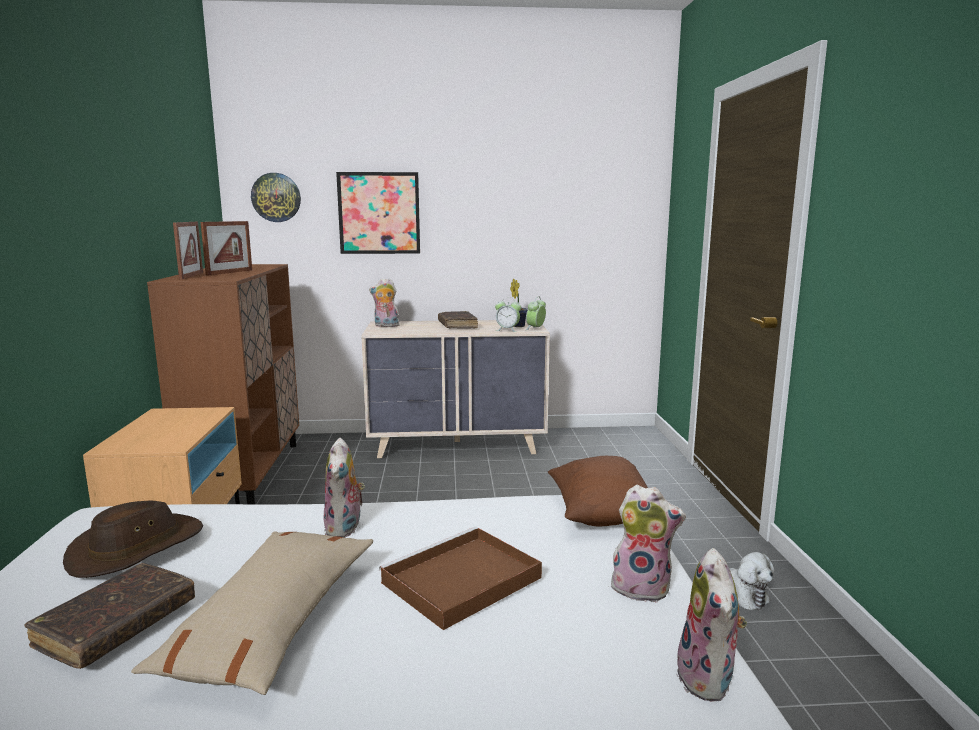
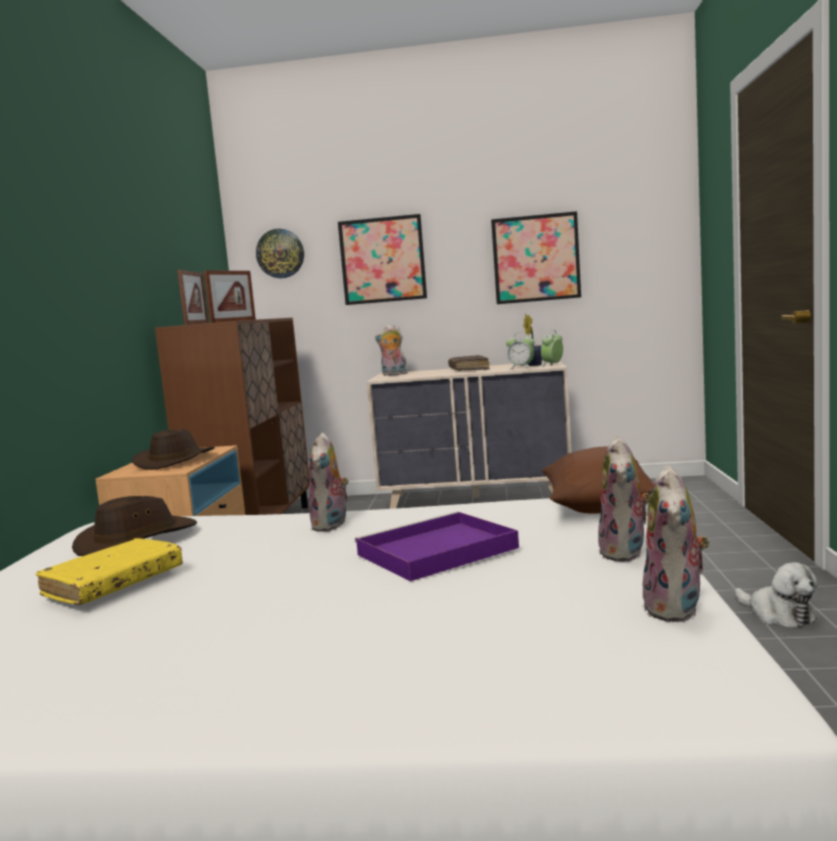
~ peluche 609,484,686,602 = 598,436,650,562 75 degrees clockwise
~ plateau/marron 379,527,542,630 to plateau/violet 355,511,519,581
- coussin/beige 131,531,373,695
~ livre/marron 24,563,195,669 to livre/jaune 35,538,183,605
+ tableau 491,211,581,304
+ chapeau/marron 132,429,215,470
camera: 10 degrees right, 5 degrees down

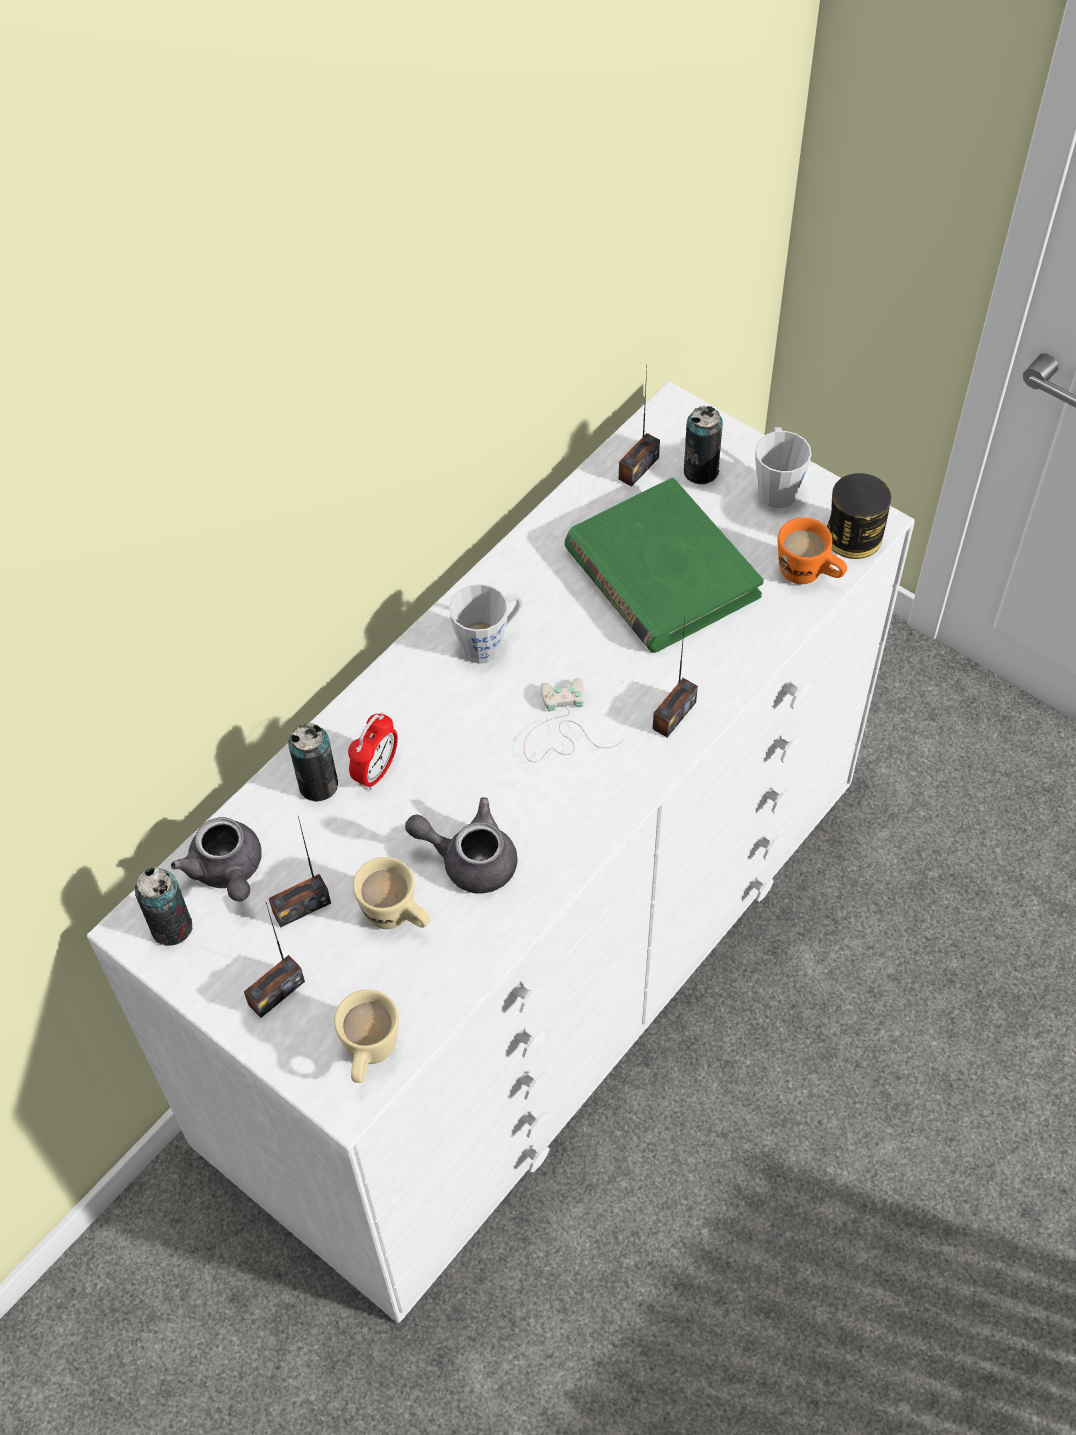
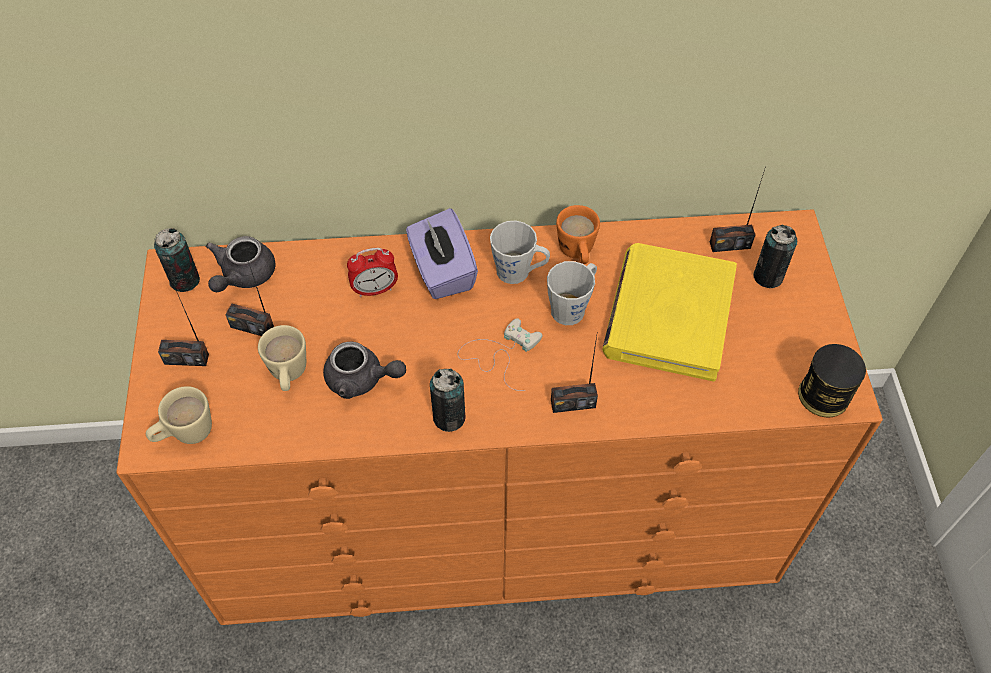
~ commode/blanc 87,381,915,1323 to commode/orange 116,209,883,625
~ mug/gris 755,427,812,508 to 547,261,597,325
~ livre/vert 565,478,764,653 to livre/jaune 602,243,737,381
~ mug/orange 778,517,847,584 to 556,205,600,264
~ boîte métallique 288,723,338,802 to 430,368,465,432
~ théière/gris 405,797,517,894 = 323,341,406,399 135 degrees clockwise
+ boîte à mouchoirs/violet 406,208,478,299
camera: 45 degrees right, 0 degrees up

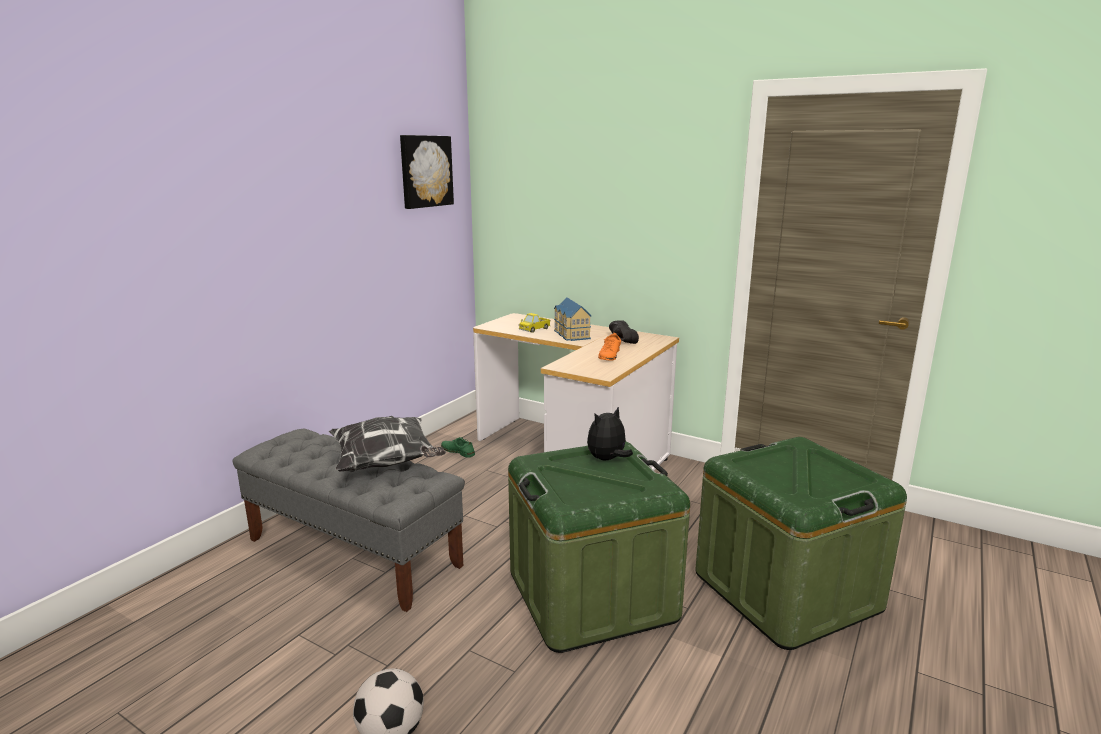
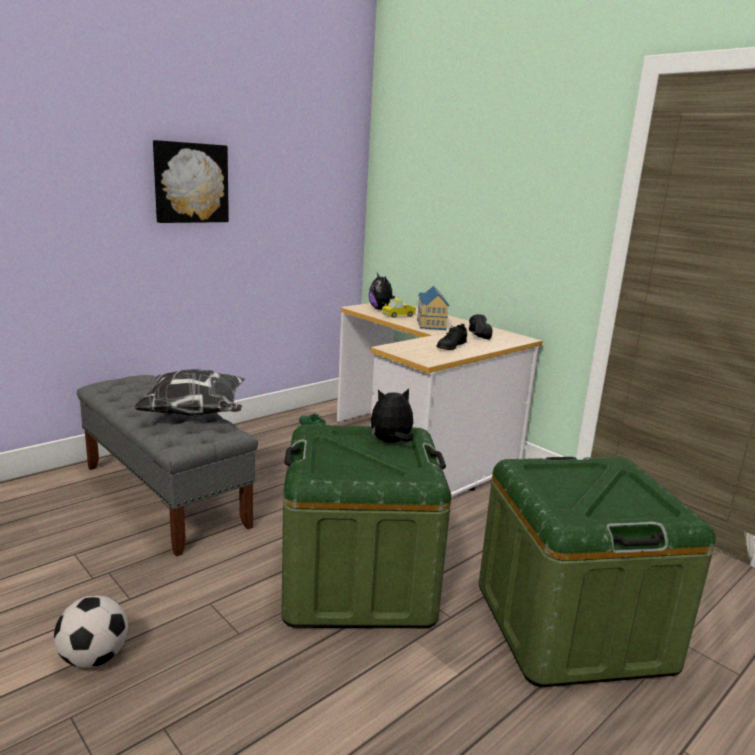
~ tableau 400,135,454,209 to 153,140,229,223
~ chaussure/orange 598,333,621,361 to chaussure/noir 436,324,467,350
+ peluche 369,273,395,310
camera: 15 degrees right, 0 degrees up

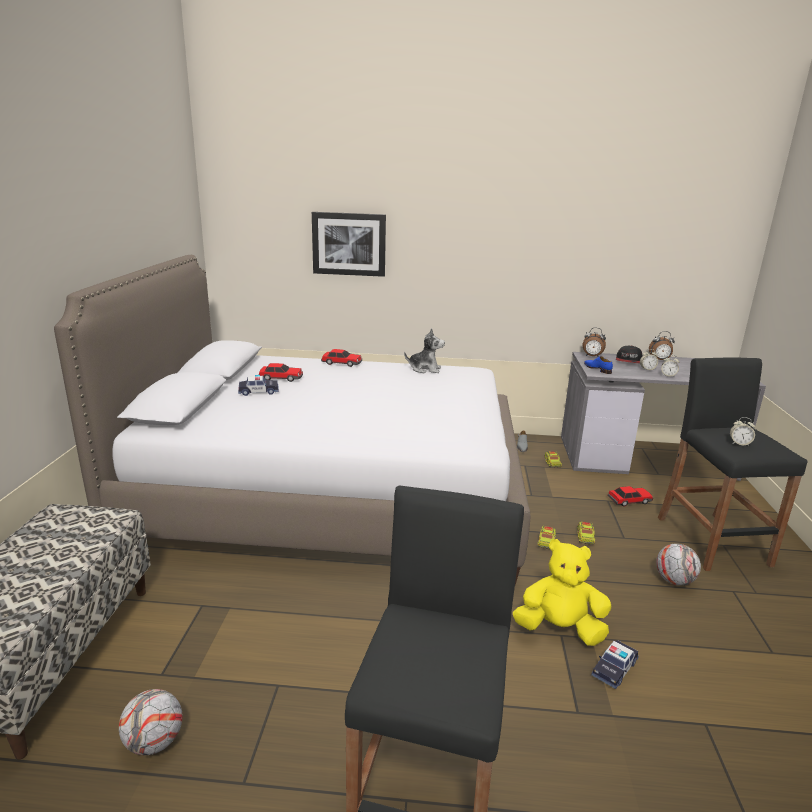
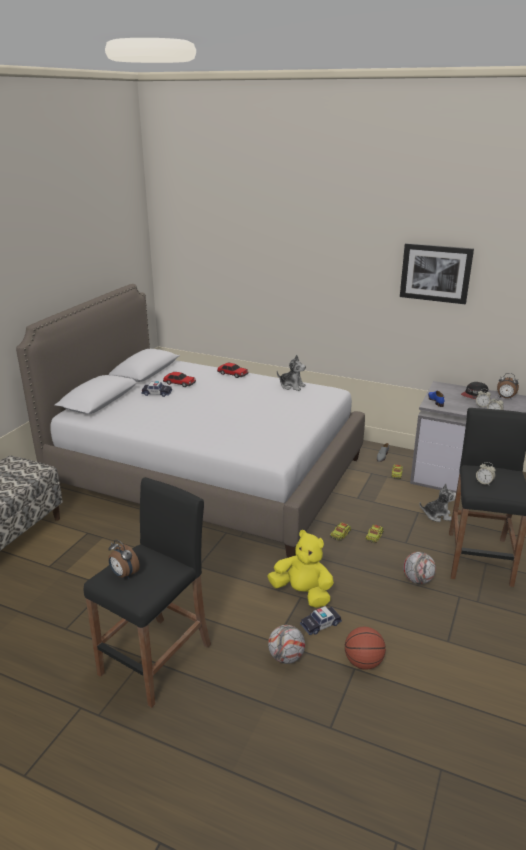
~ tableau 312,212,386,277 to 400,243,474,304
~ réveil 583,328,606,357 to 108,540,140,579
~ petite voiture 608,486,653,506 to peluche 420,483,456,522
~ ballon de foot 119,689,182,755 to 268,625,305,664
+ ballon de basket 345,627,386,670
camera: 20 degrees right, 5 degrees up

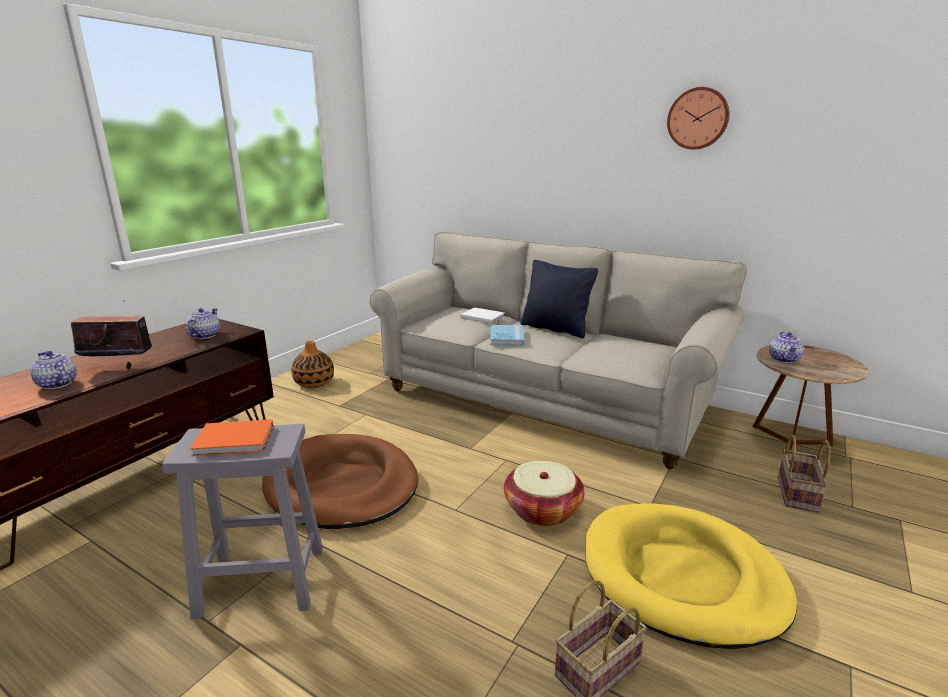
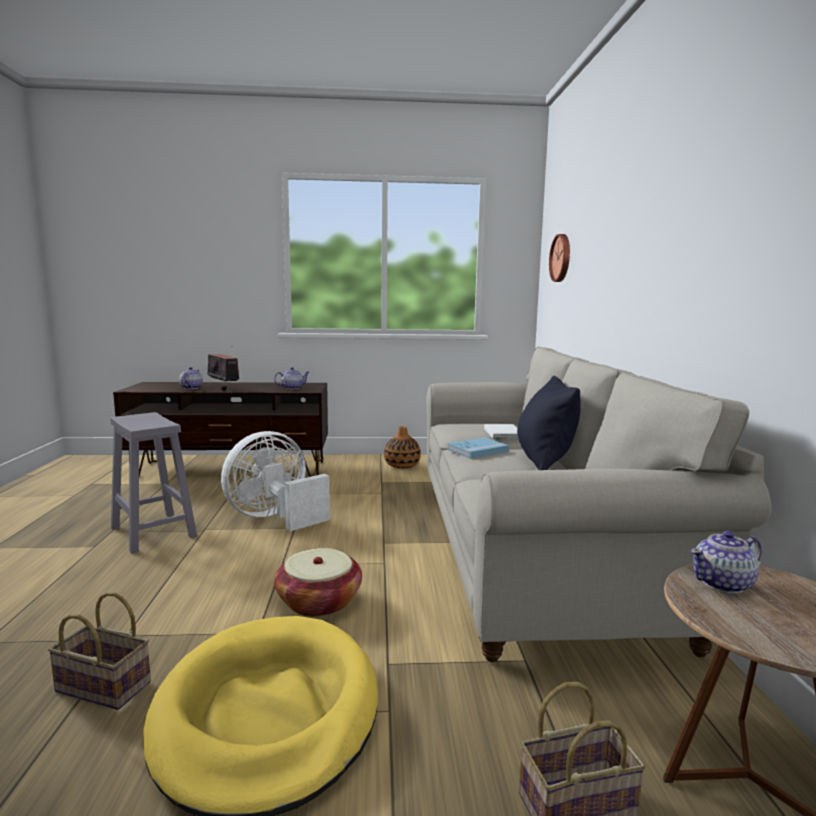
~ horloge murale 667,87,730,150 to 549,234,570,282
- livre/orange 190,419,274,457
~ panier pour chien/marron 262,434,418,529 to ventilateur/blanc 221,431,330,531
camera: 55 degrees right, 10 degrees down

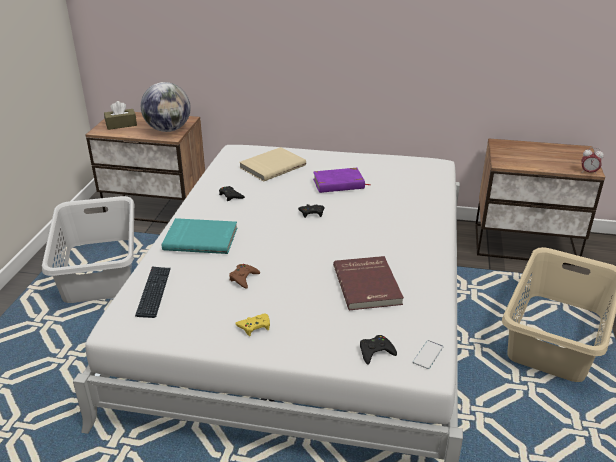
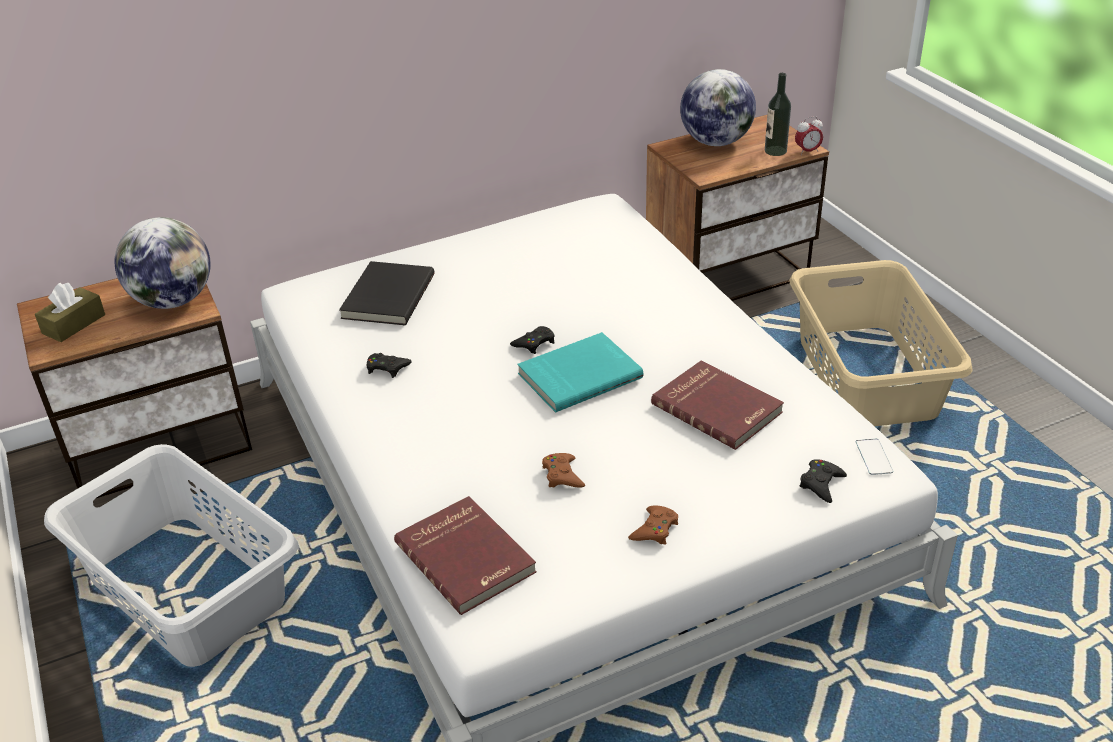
~ livre/beige 239,147,306,182 to livre/noir 339,261,434,325
- livre/violet 313,168,370,193
~ livre/turquoise 162,218,237,254 to 517,332,643,413
~ clavier 135,267,171,318 to livre/rouge 394,496,537,615
~ manette/jaune 235,313,270,336 to manette/marron 628,505,678,545
+ globe 680,69,756,146
+ bouteille 765,73,791,156
camera: 35 degrees left, 5 degrees up

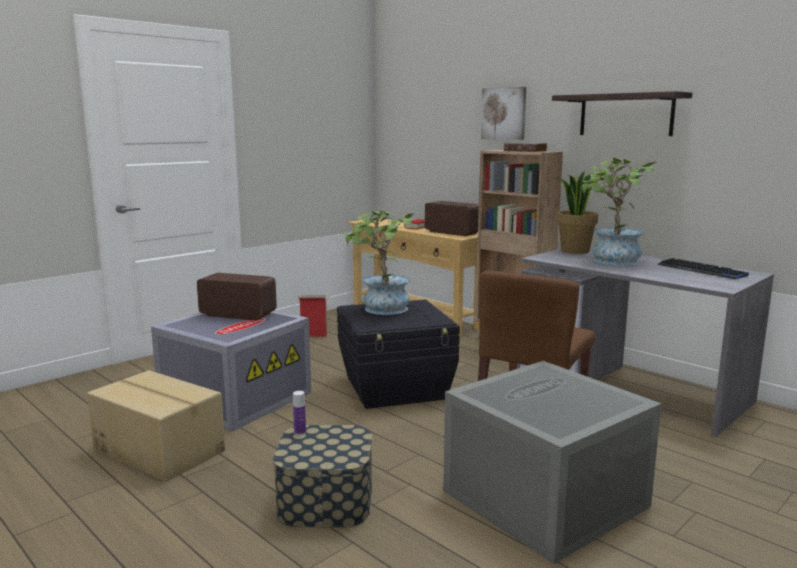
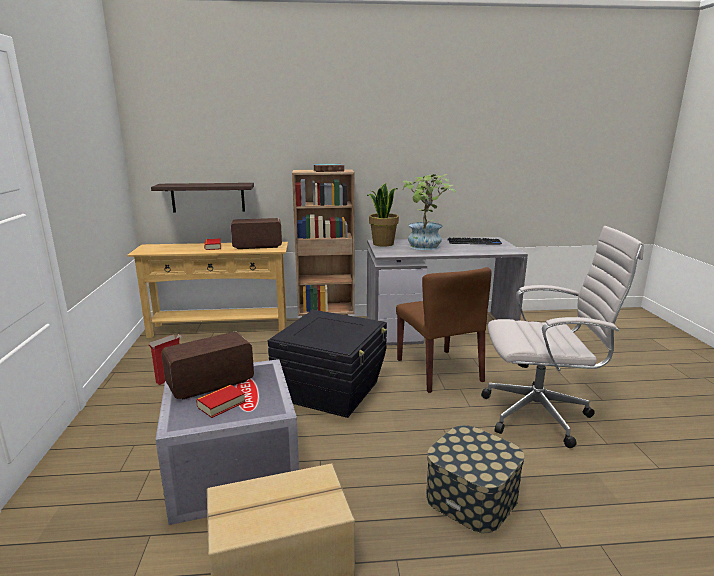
- tableau 481,87,526,140
~ étagère 552,91,692,136 to 151,183,254,213
- plante en pot 343,211,419,315
~ boîte de rangement/gris 443,361,662,564 to chaise de bureau/blanc 481,226,644,448
- bouteille 293,391,306,435
+ livre 196,385,246,418
camera: 50 degrees left, 5 degrees up

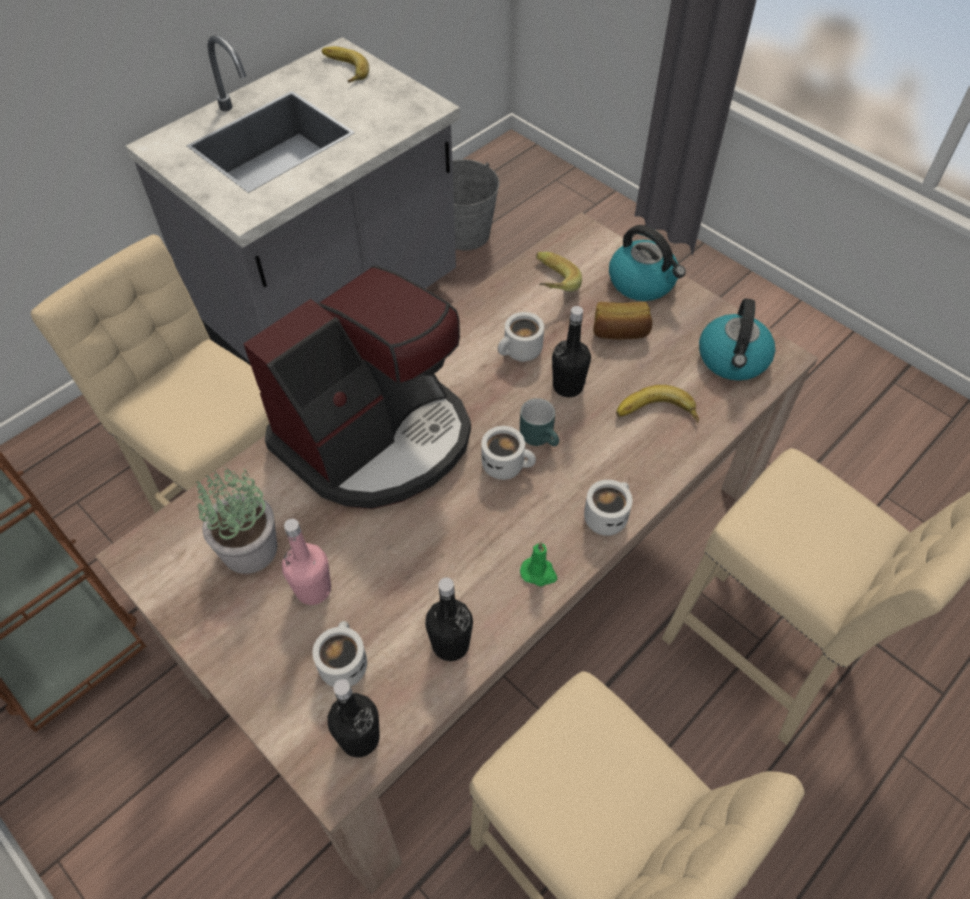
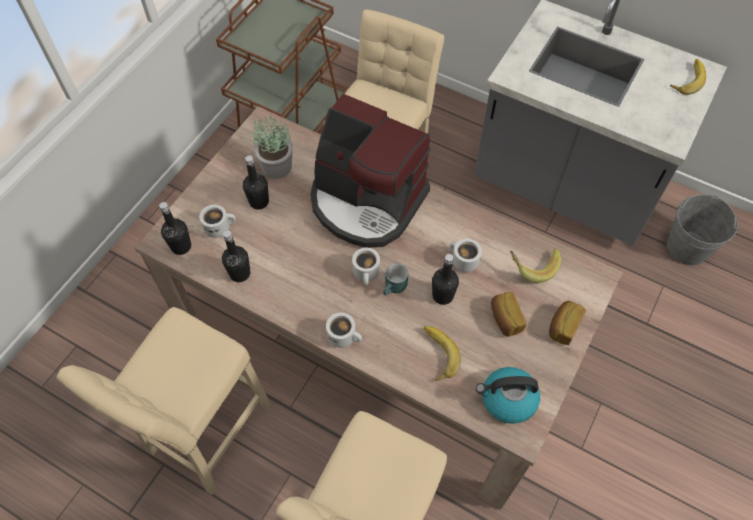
~ bouilloire 609,225,686,301 to pain 549,301,586,345
~ bouteille/rose 282,519,331,605 to bouteille/noir 243,155,269,210
- bougie/vert 520,542,557,586
camera: 75 degrees right, 5 degrees up

